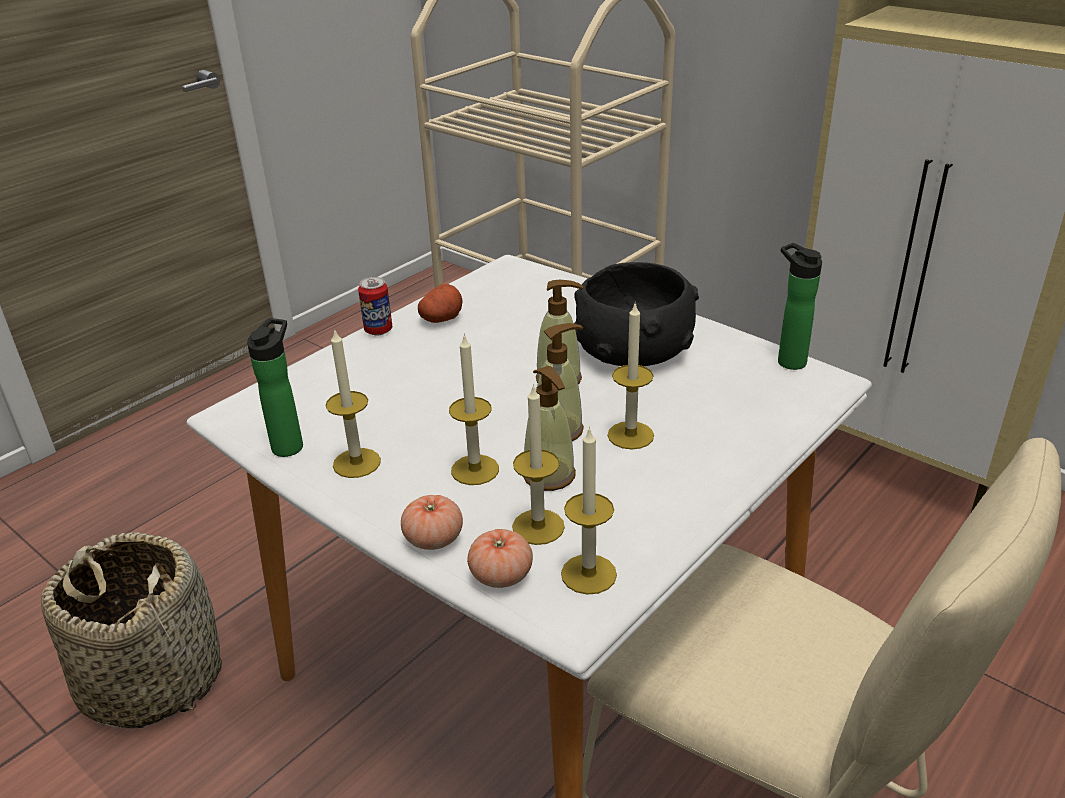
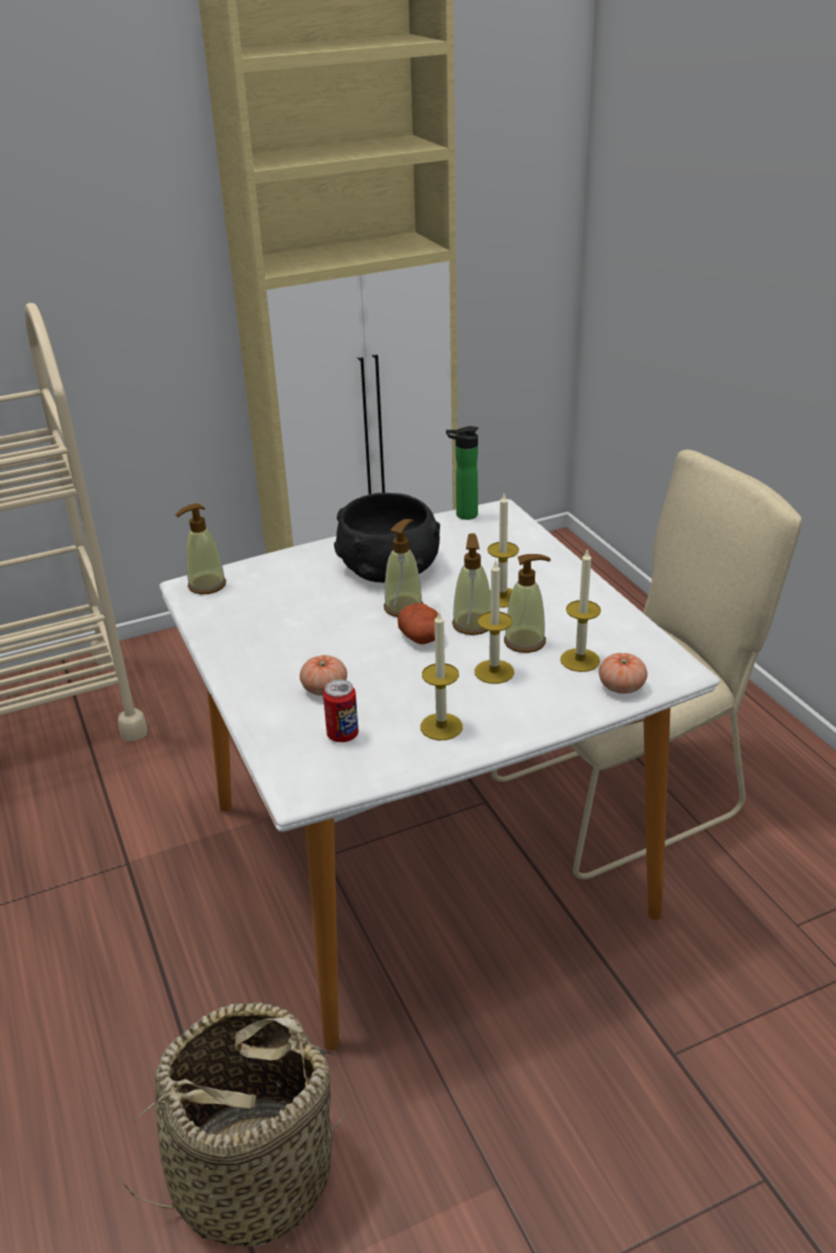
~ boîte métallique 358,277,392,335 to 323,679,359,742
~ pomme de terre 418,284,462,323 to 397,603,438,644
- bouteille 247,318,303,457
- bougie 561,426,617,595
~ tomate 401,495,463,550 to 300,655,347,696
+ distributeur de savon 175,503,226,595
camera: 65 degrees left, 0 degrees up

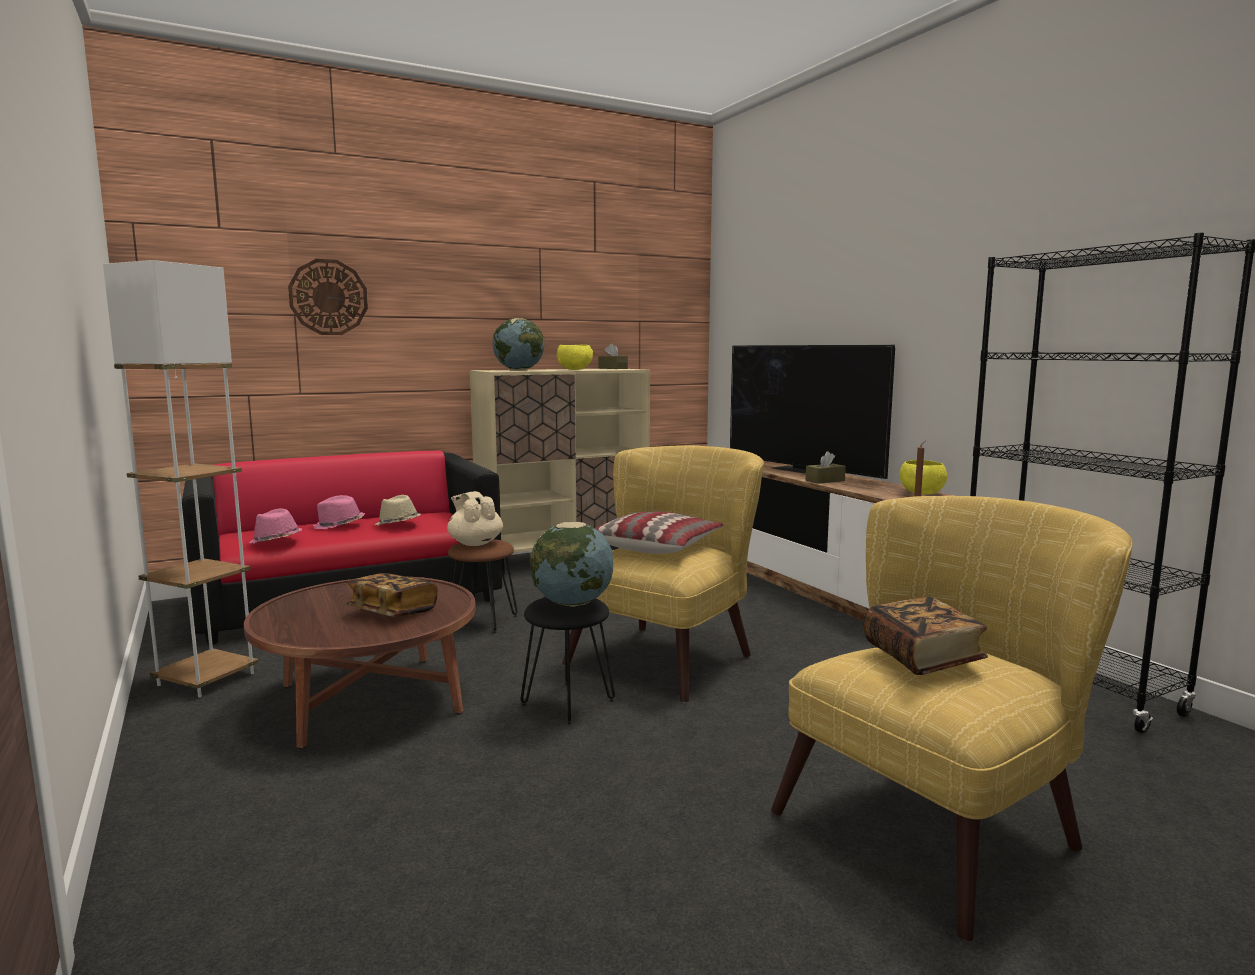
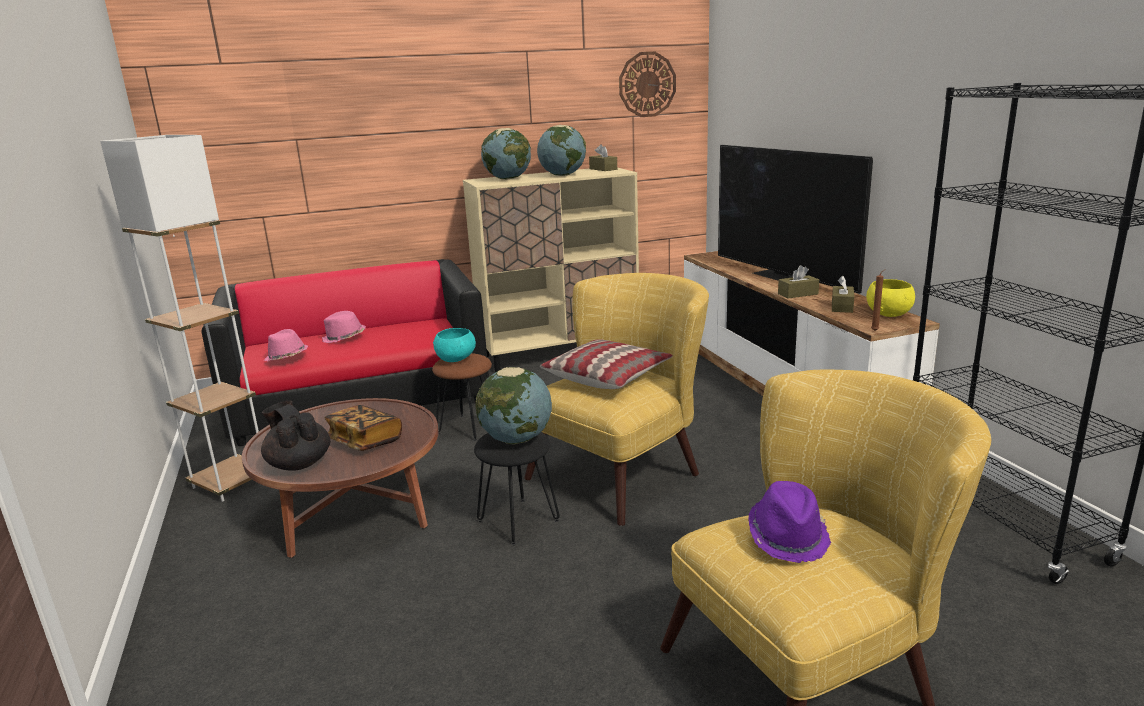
~ horloge murale 288,259,368,335 to 619,52,676,117
~ bol/jaune 557,345,593,370 to globe 537,125,586,176
~ théière/beige 447,491,503,546 to bol/turquoise 433,328,476,362
- chapeau/beige 374,495,421,525
~ livre 864,597,988,675 to chapeau/violet 748,481,832,563
+ boîte à mouchoirs/marron 832,276,854,313
+ théière/noir 261,400,330,471
camera: 10 degrees right, 10 degrees up

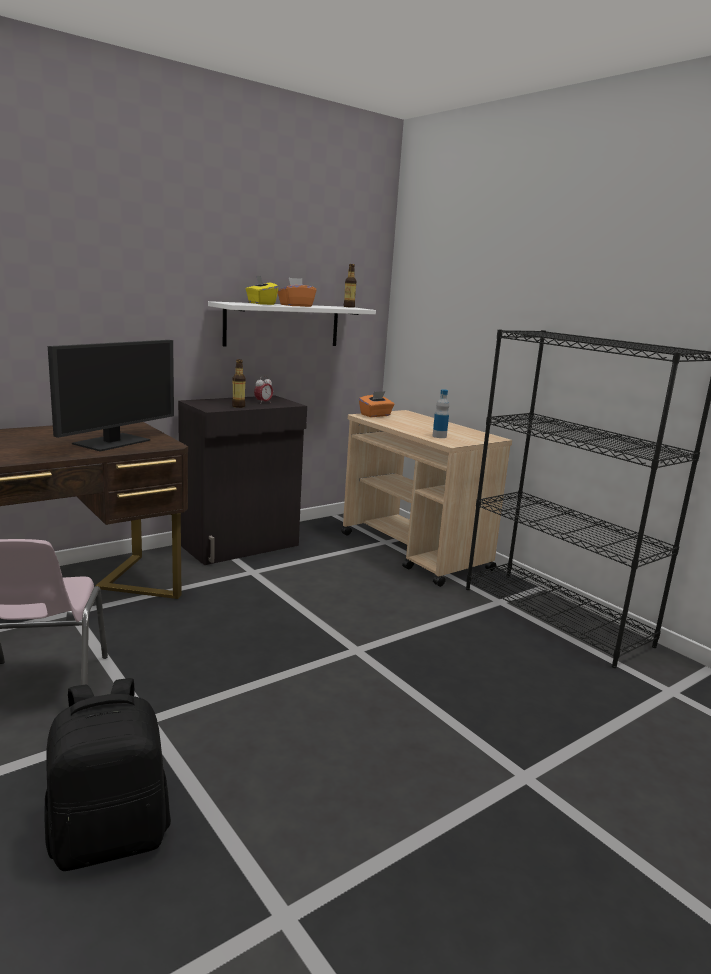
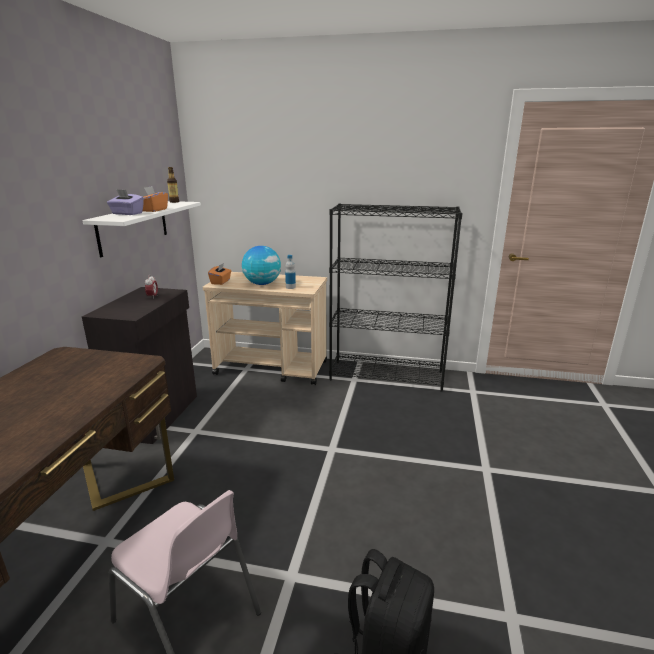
~ boîte à mouchoirs/jaune 246,275,278,305 to boîte à mouchoirs/violet 107,189,144,215
- écran d'ordinateur 48,340,174,452
- bouteille 232,359,246,408
+ globe 242,246,281,285
camera: 40 degrees left, 5 degrees up

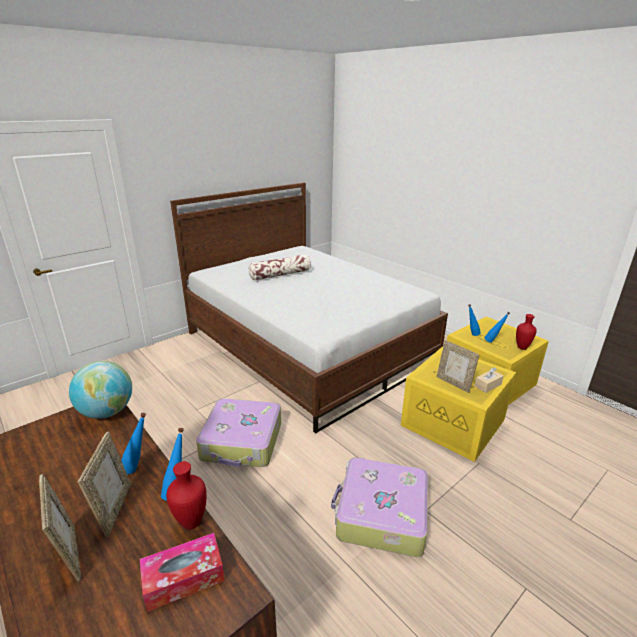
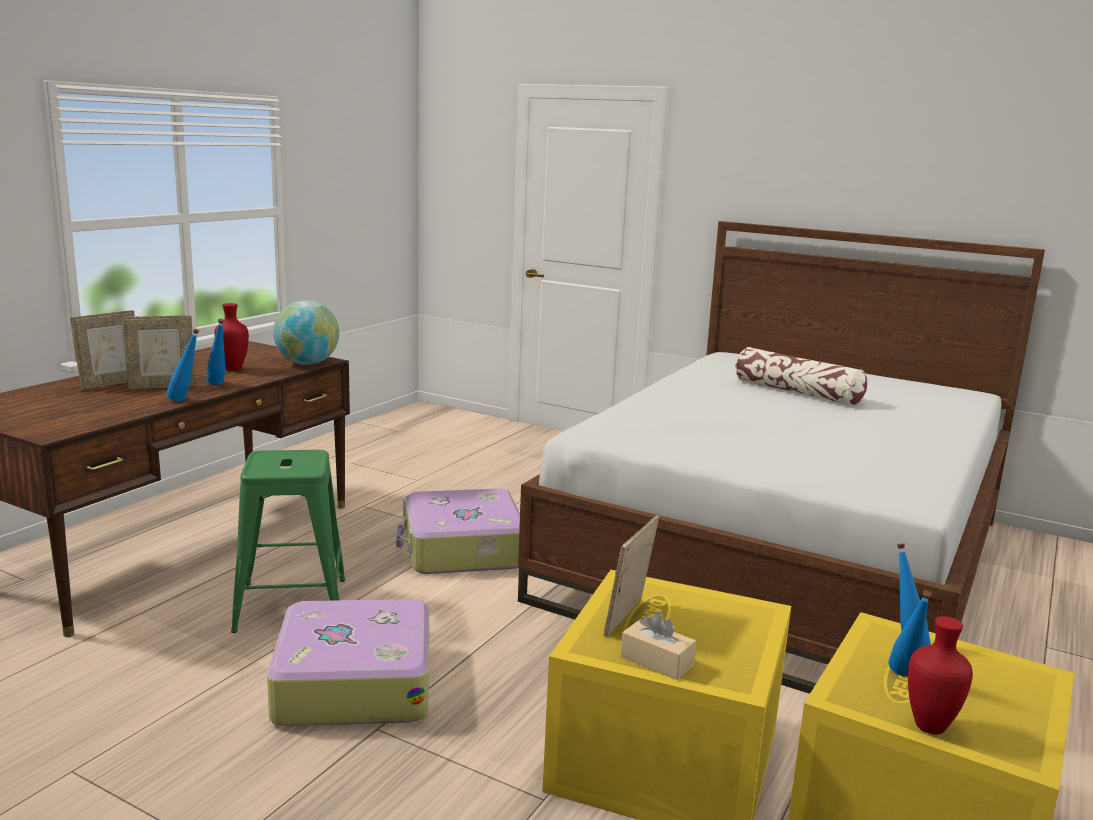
~ vase/rouge 166,461,207,529 to 214,303,249,371
- boîte à mouchoirs 140,533,225,612
+ tabouret/vert 231,450,346,633
camera: 70 degrees right, 10 degrees down

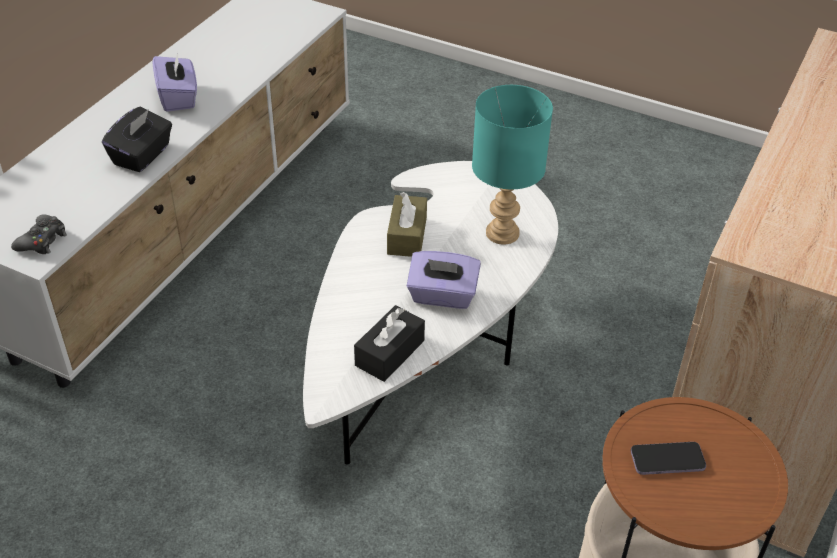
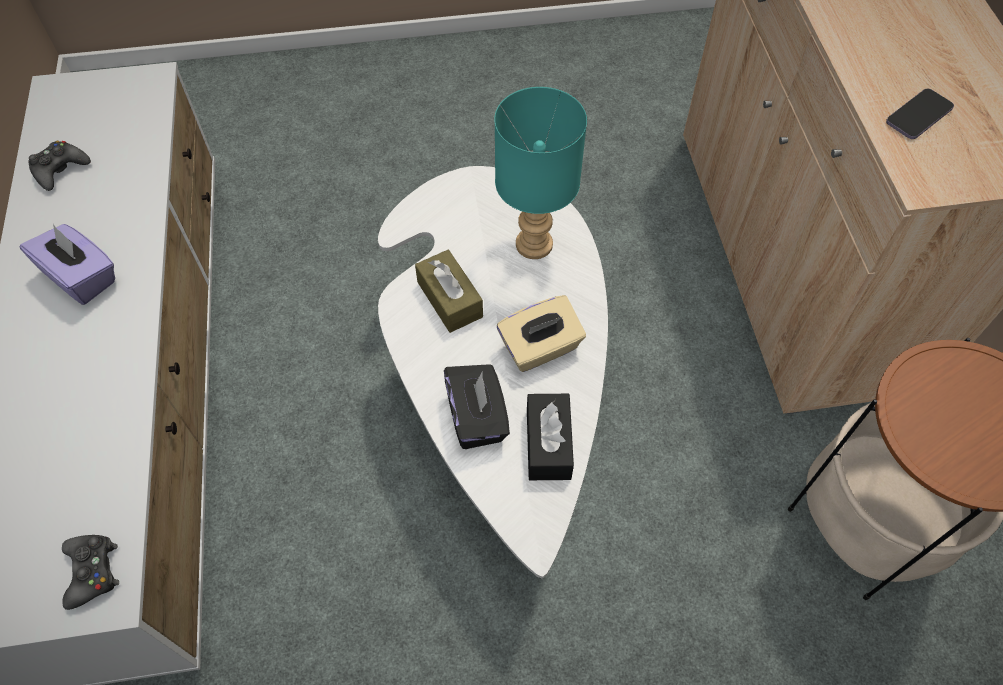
~ boîte à mouchoirs/noir 102,107,172,172 to 444,364,510,449
~ boîte à mouchoirs/violet 407,251,481,309 to boîte à mouchoirs/beige 497,295,586,372
~ téléphone 631,442,706,475 to 886,89,954,139
+ manette/noir 28,141,91,191
camera: 35 degrees left, 15 degrees up

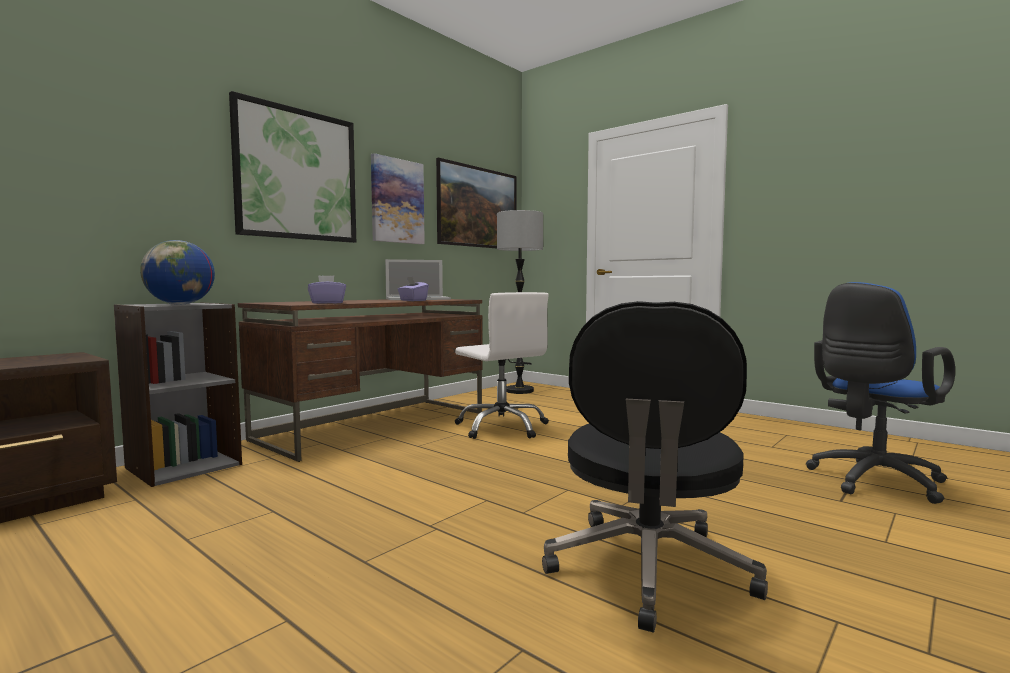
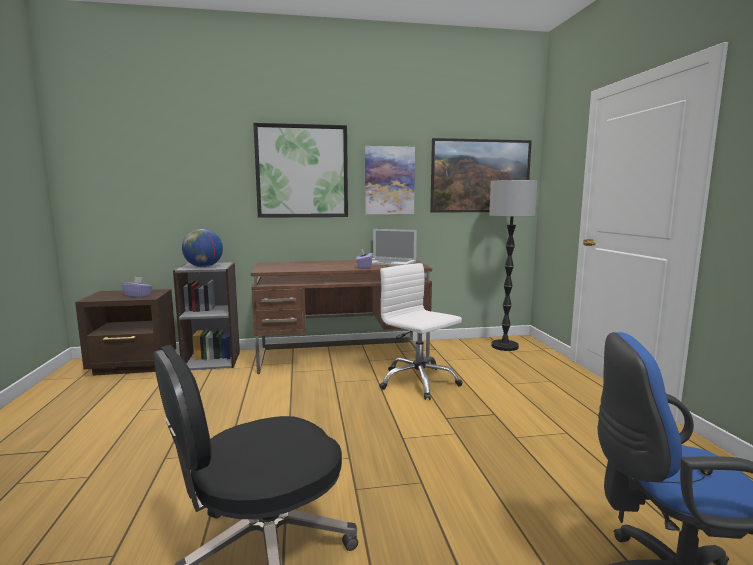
~ boîte à mouchoirs/violet 308,275,346,304 to 122,277,153,298
~ chaise de bureau/blanc 455,292,549,439 = 379,263,462,400 135 degrees clockwise
camera: 40 degrees right, 5 degrees up

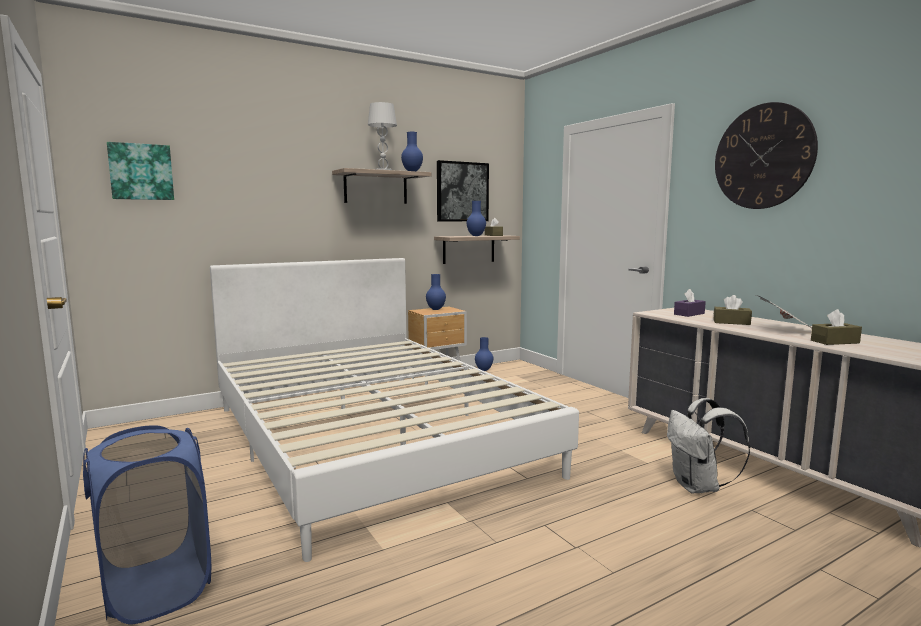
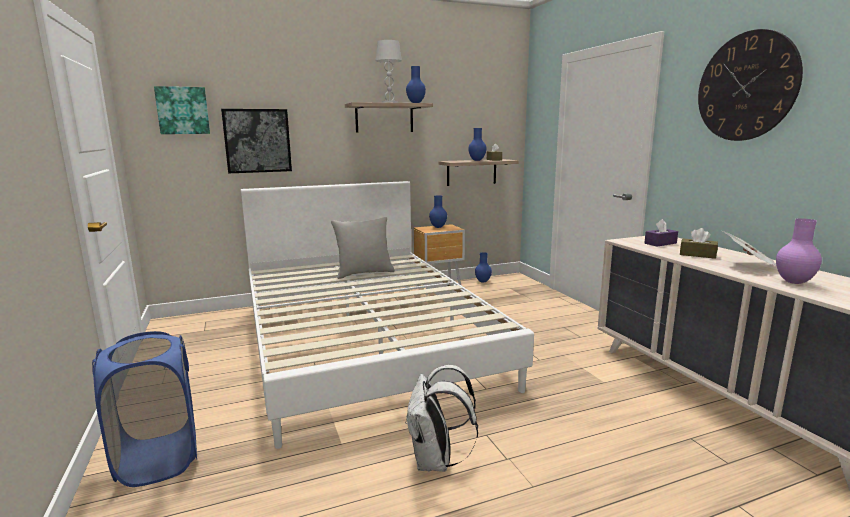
~ tableau 437,160,489,221 to 221,109,292,173
~ boîte à mouchoirs/marron 811,309,862,345 to vase/violet 776,218,822,284
~ sac à dos/blanc 667,398,750,494 to 405,365,478,472
+ coussin/gris 331,217,395,279
camera: 10 degrees right, 5 degrees up

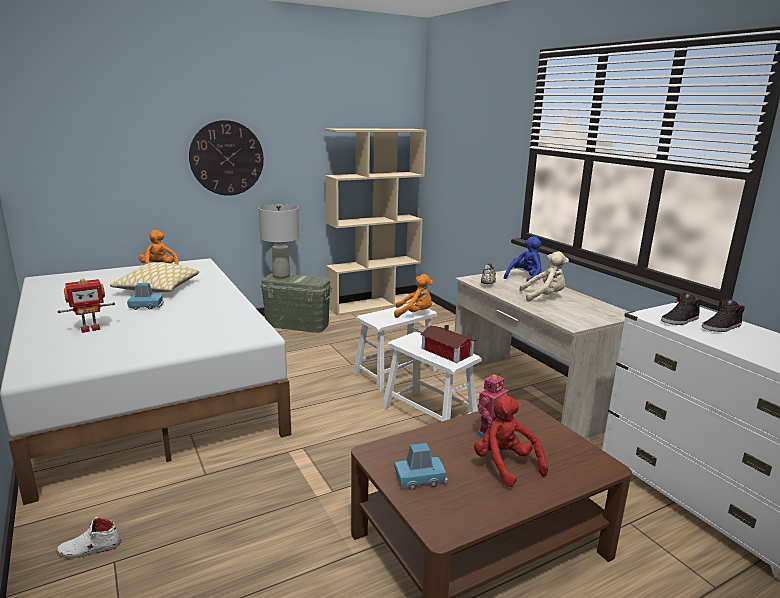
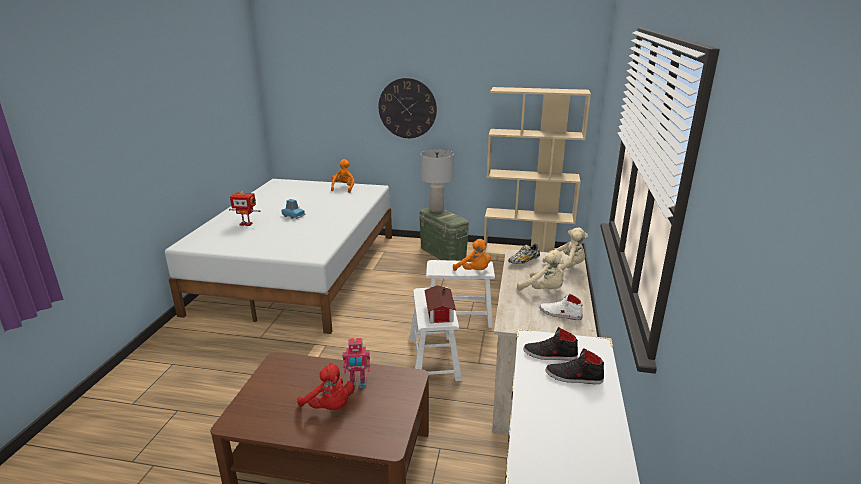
~ peluche/bleu 504,236,541,282 to peluche/beige 542,228,588,271
- coussin 110,262,199,292
~ peluche/rouge 474,395,548,487 = 297,363,355,410 120 degrees clockwise
- petite voiture/bleu 395,443,448,490
~ chaussure/blanc 57,517,121,558 to 540,293,583,320
camera: 40 degrees right, 5 degrees up

